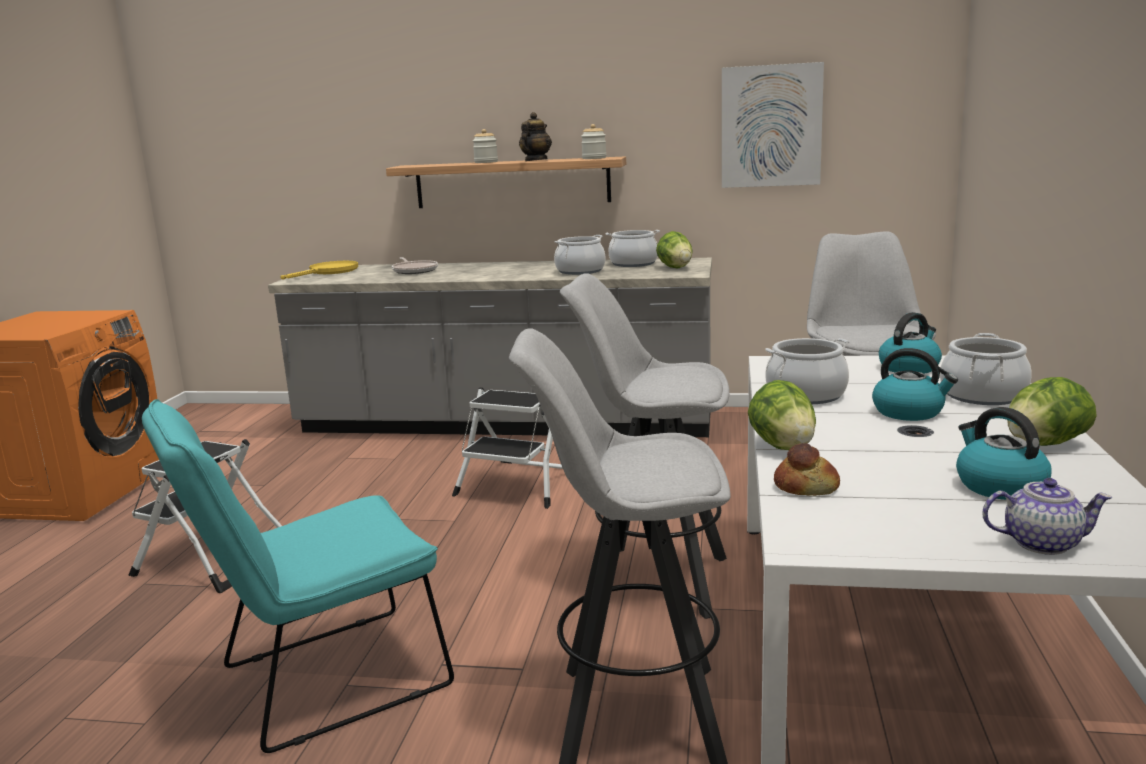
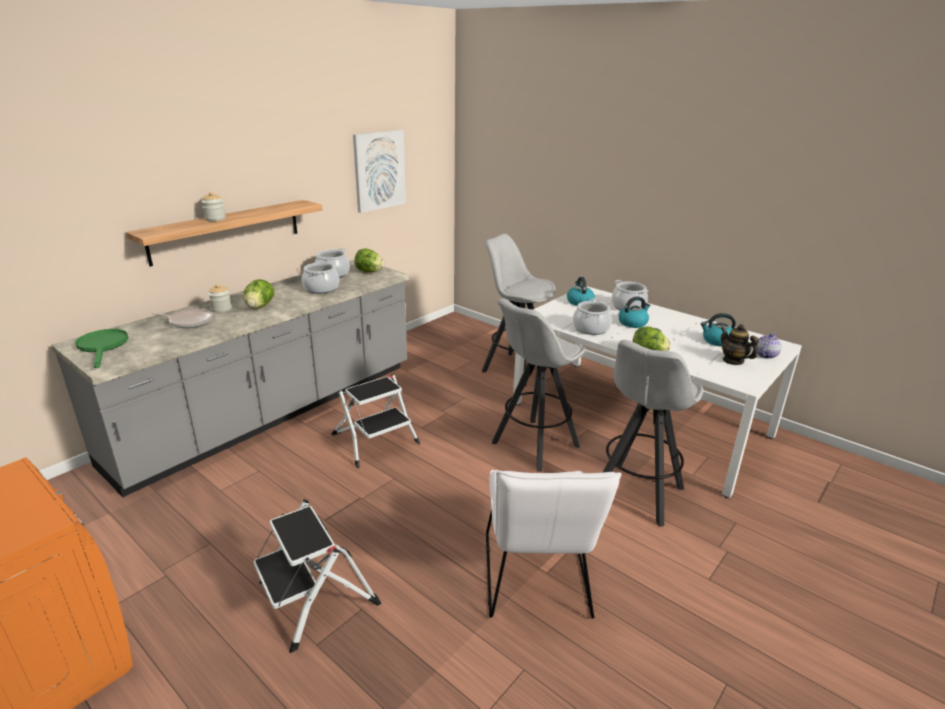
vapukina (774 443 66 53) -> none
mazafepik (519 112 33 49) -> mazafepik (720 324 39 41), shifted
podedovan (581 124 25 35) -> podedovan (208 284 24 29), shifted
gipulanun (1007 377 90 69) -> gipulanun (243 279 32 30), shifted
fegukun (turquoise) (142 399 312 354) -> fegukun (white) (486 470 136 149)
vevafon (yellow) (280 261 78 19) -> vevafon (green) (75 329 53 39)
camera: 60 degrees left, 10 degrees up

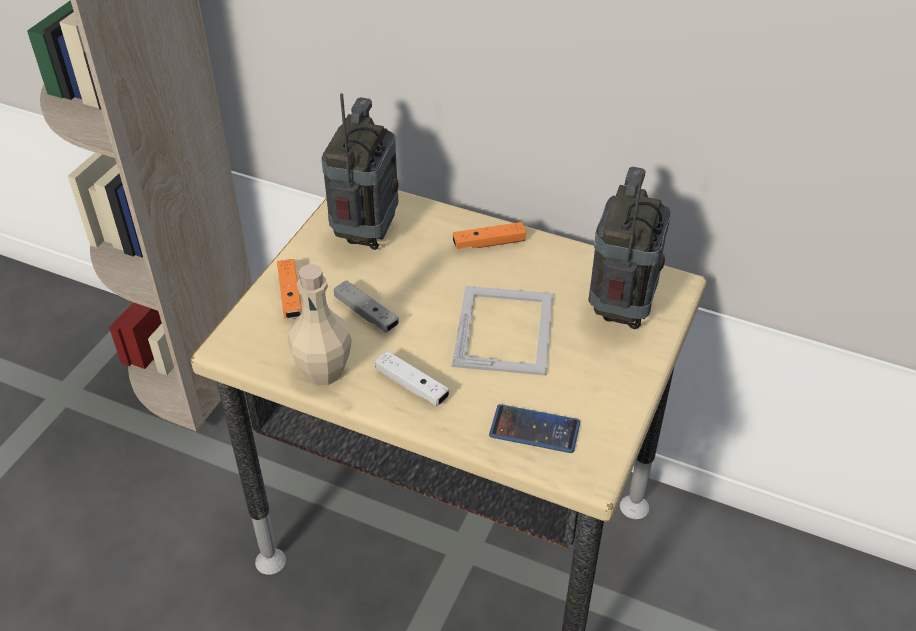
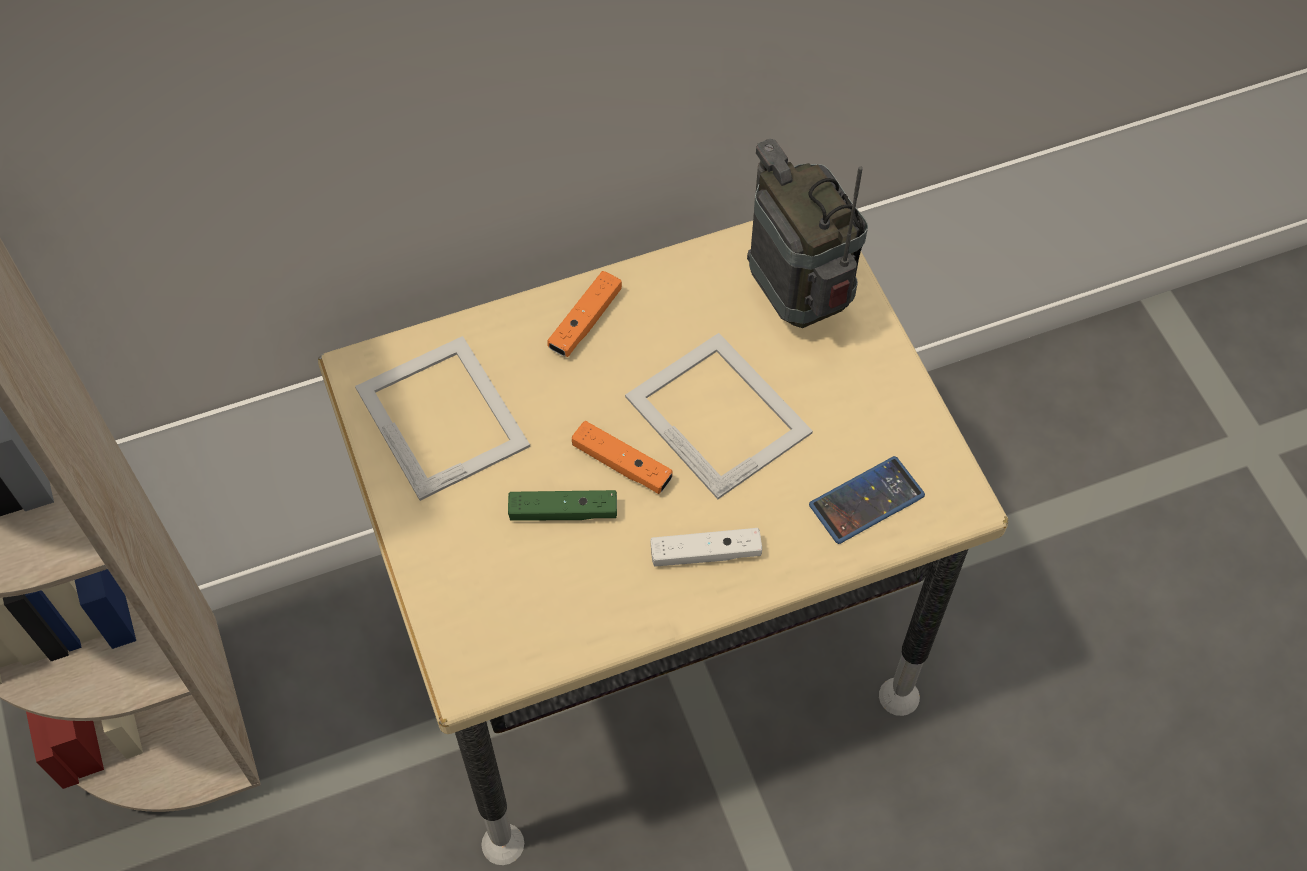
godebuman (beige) (288 264 64 121) -> none
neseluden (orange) (277 259 25 60) -> neseluden (orange) (572 421 101 73), shifted
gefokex (321 94 78 156) -> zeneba (355 336 175 165)
neseluden (grey) (334 280 65 53) -> neseluden (green) (508 490 109 31)
camera: 45 degrees left, 15 degrees up

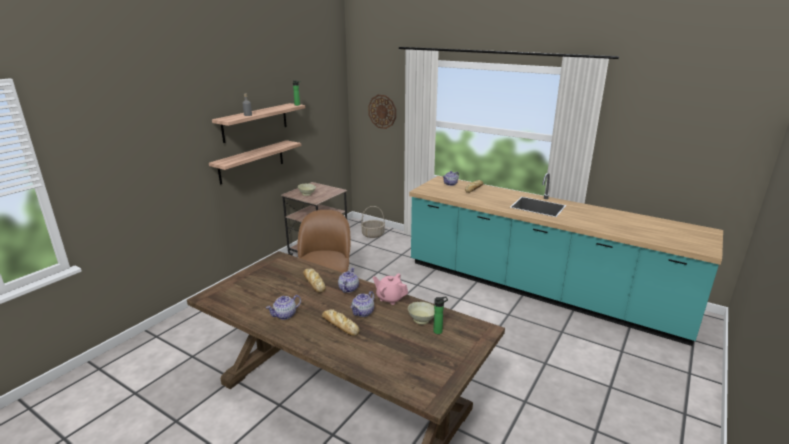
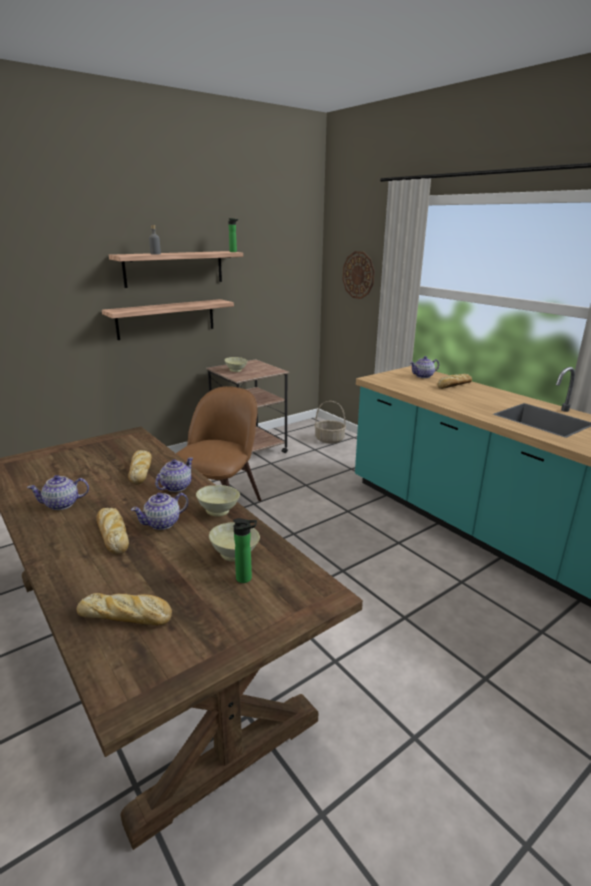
none -> vapukina (77 593 95 33)
mazafepik (pink) (373 274 35 31) -> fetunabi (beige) (196 485 44 32)
camera: 20 degrees right, 0 degrees up

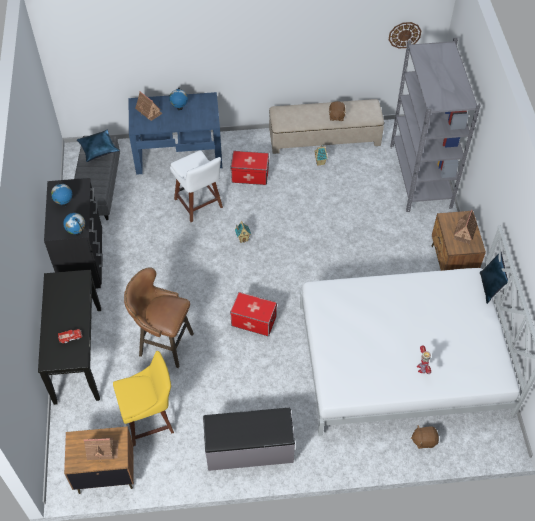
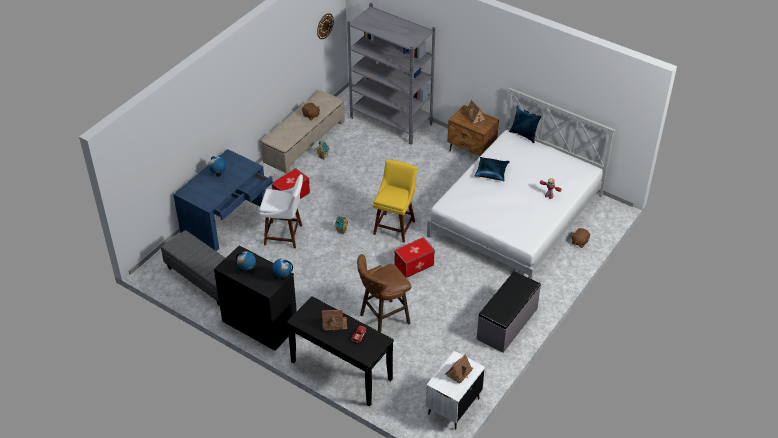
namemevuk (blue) (77 130 42 32) -> namemevuk (blue) (474 157 36 24), shifted
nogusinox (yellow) (113 351 61 95) -> nogusinox (yellow) (373 160 44 83), shifted
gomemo (135 91 28 30) -> gomemo (322 309 25 21), shifted
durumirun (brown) (64 426 70 68) -> durumirun (white) (426 351 59 79)
camera: 50 degrees left, 10 degrees down

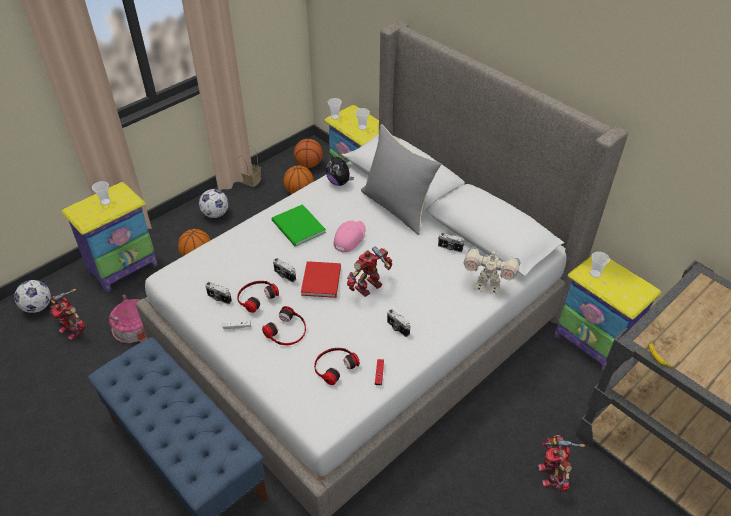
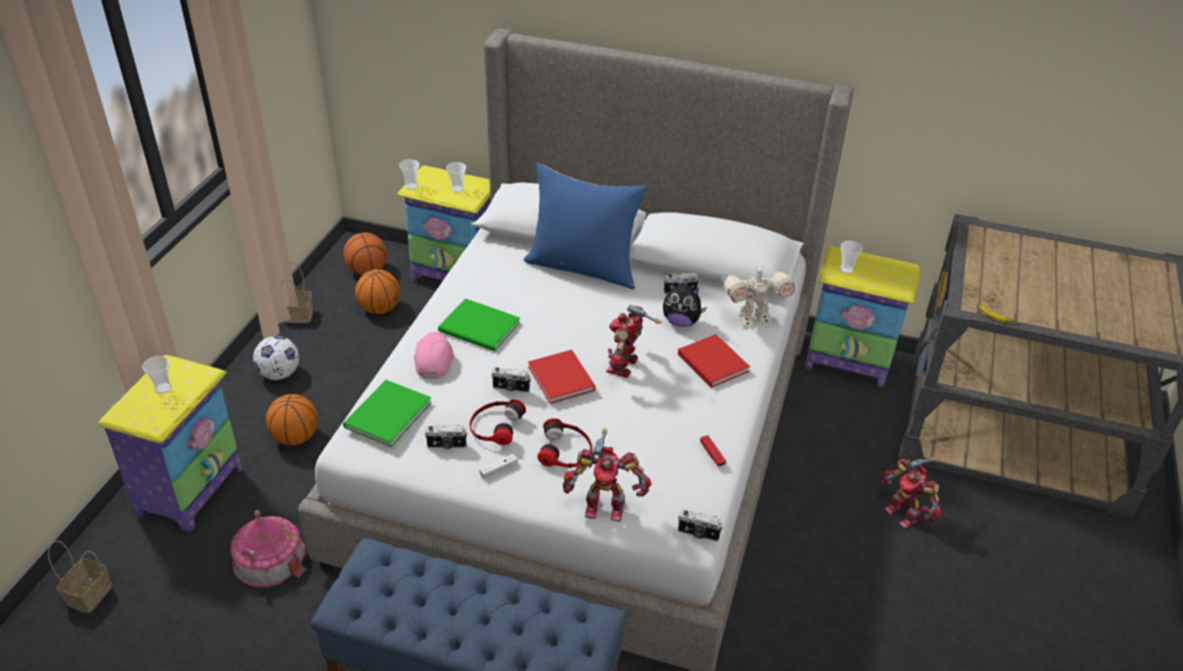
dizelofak (314 348 46 37) -> none
none -> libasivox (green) (343 380 89 67)
none -> libasivox (red) (678 334 72 54)
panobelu (50 289 36 51) -> panobelu (563 428 89 94), shifted
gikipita (326 153 28 33) -> gikipita (663 283 44 44), shifted
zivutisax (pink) (333 220 33 32) -> zivutisax (pink) (414 332 40 47), shifted
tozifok (387 309 23 28) -> tozifok (678 510 45 32), shifted
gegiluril (14 280 37 33) -> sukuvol (48 541 64 72)
namemevuk (grey) (361 124 80 111) -> namemevuk (blue) (524 162 123 127)
camera: 30 degrees left, 5 degrees down

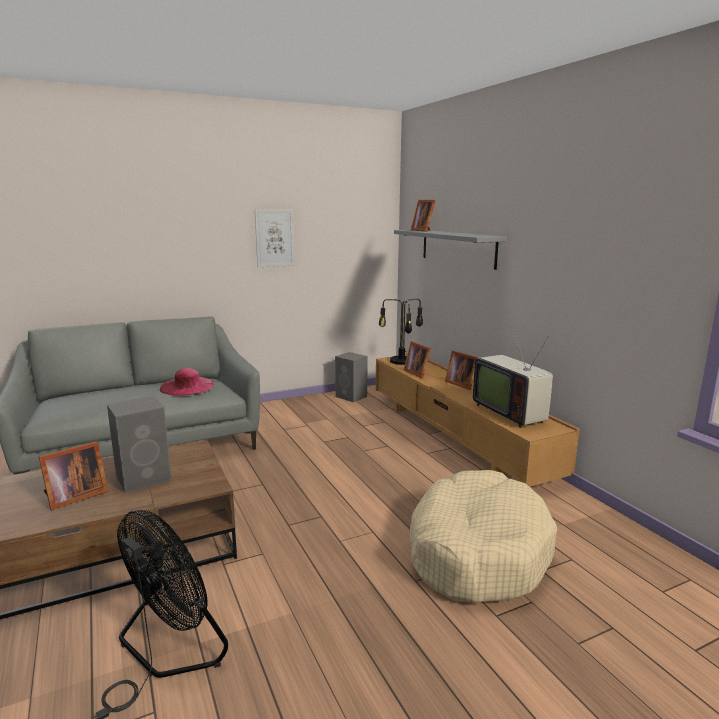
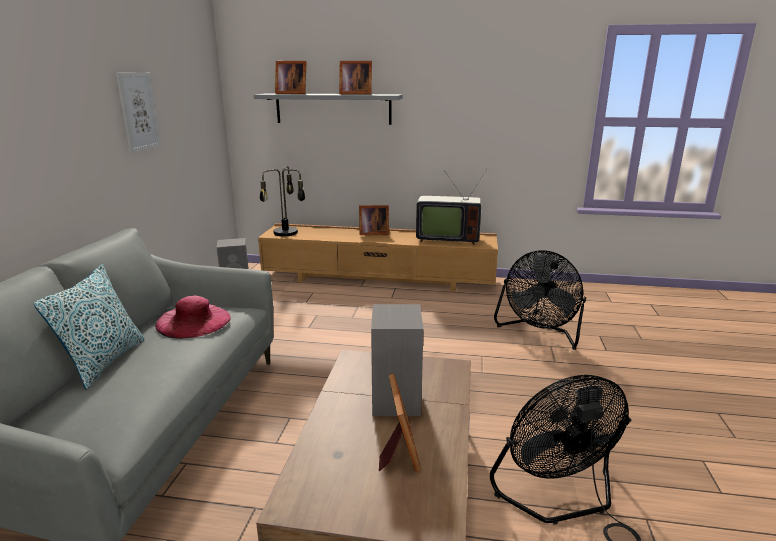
none -> namemevuk (34 264 111 125)
zeneba (404 341 27 37) -> zeneba (339 61 33 34), shifted
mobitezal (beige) (410 470 147 133) -> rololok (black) (494 250 92 100)
camera: 55 degrees left, 5 degrees up

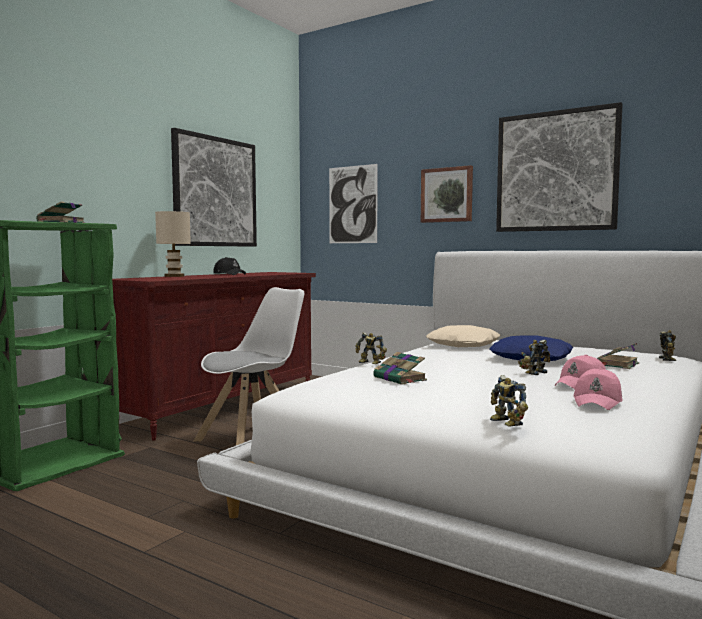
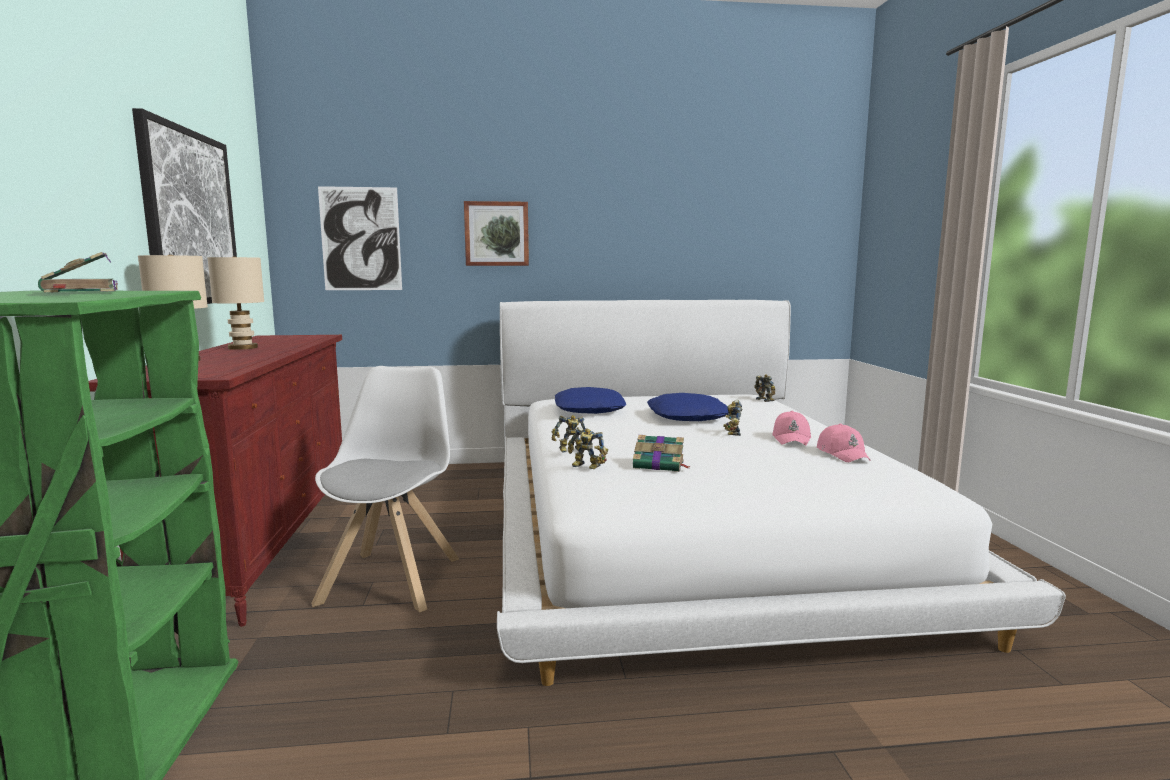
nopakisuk (496 102 126 130) -> none
libasivox (597 343 42 26) -> none
panobelu (490 375 38 52) -> panobelu (568 427 40 42), shifted
zivutisax (black) (213 257 33 18) -> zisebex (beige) (207 257 57 93)
namemevuk (beige) (426 325 75 22) -> namemevuk (blue) (555 387 71 27)
camera: 40 degrees left, 5 degrees up

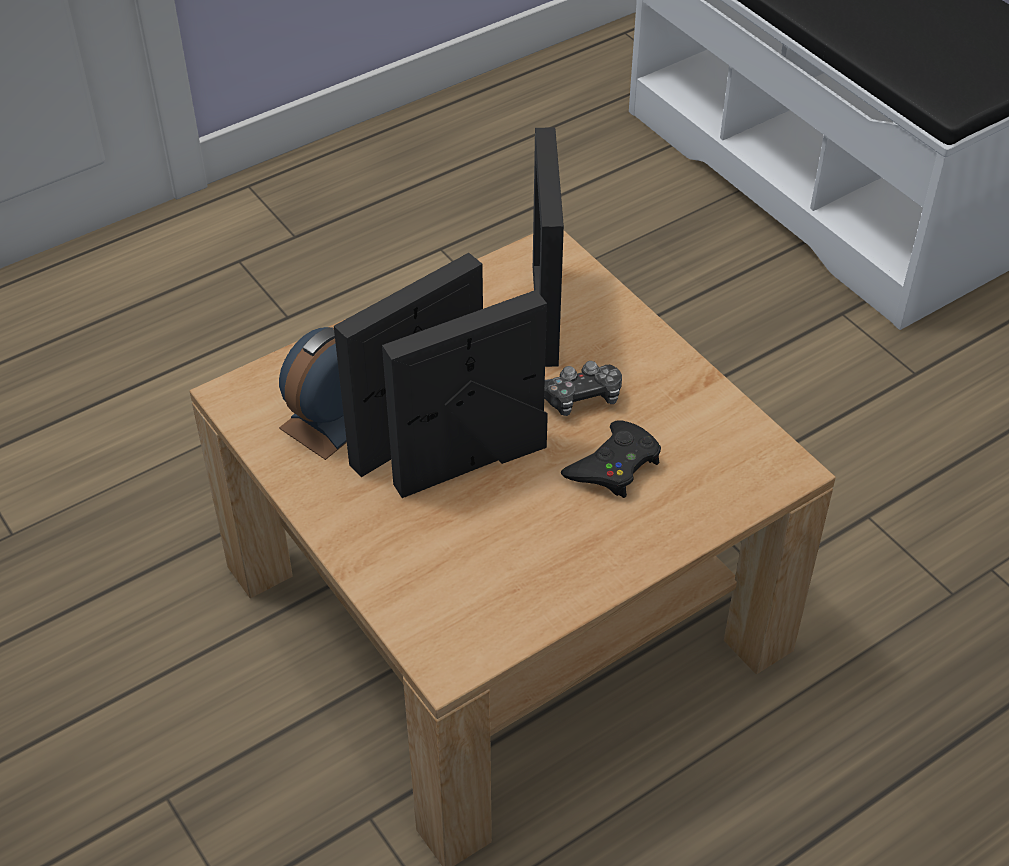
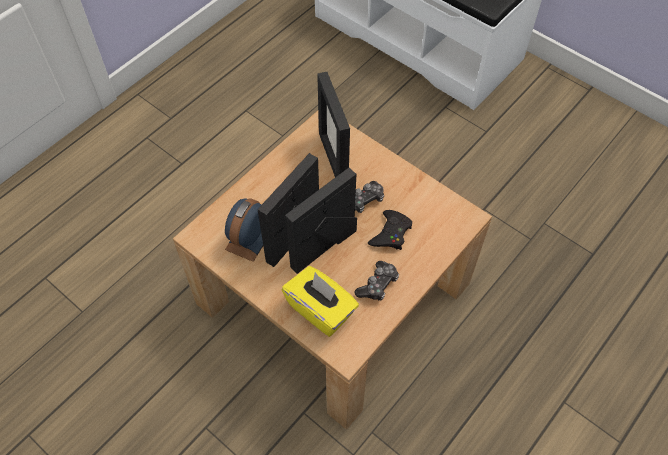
none -> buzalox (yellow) (282 266 77 71)
none -> neseluden (354 261 45 39)
camera: 15 degrees left, 10 degrees up

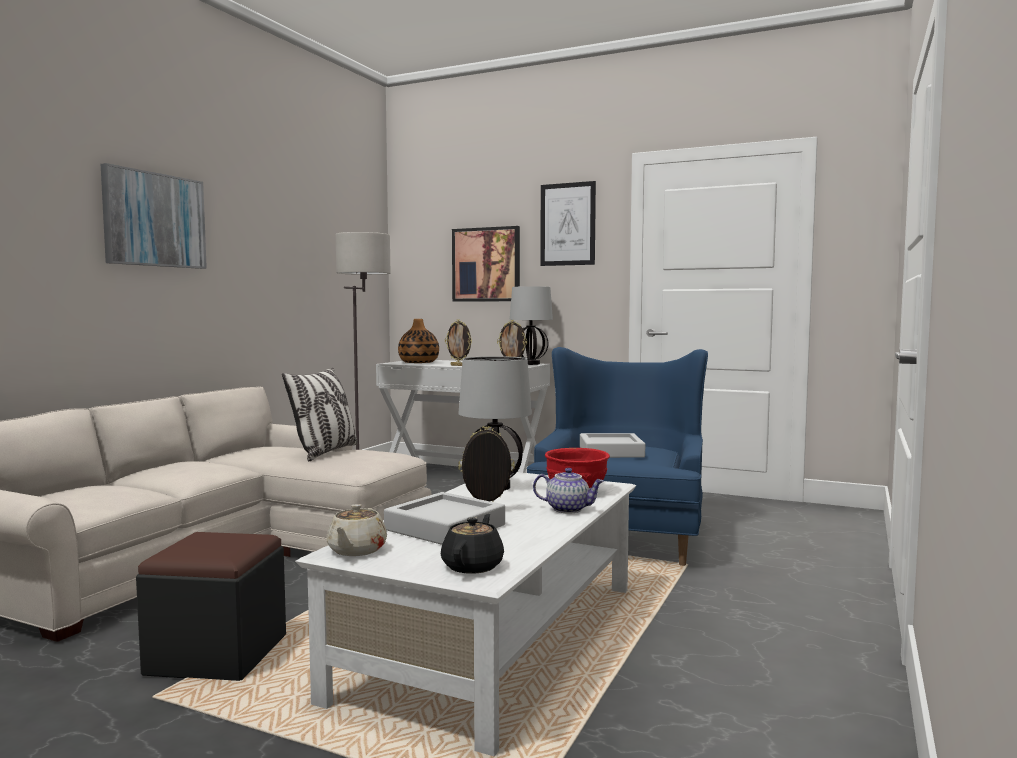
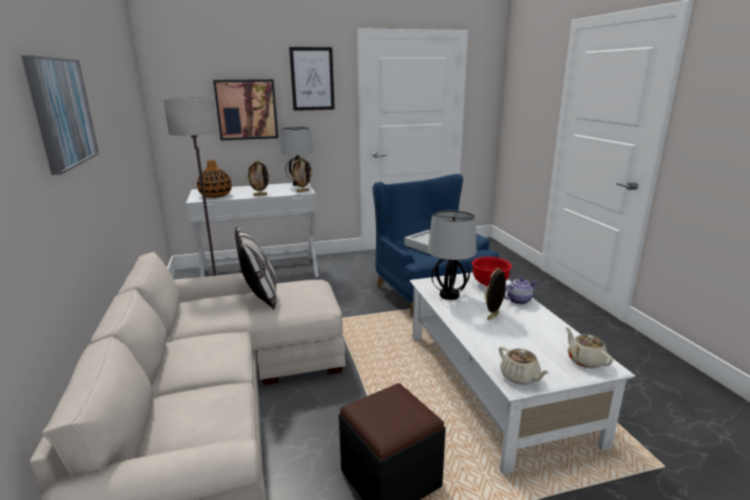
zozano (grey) (384 492 121 53) -> none
mazafepik (black) (441 514 63 60) -> mazafepik (beige) (565 327 48 41)
camera: 40 degrees left, 15 degrees up

